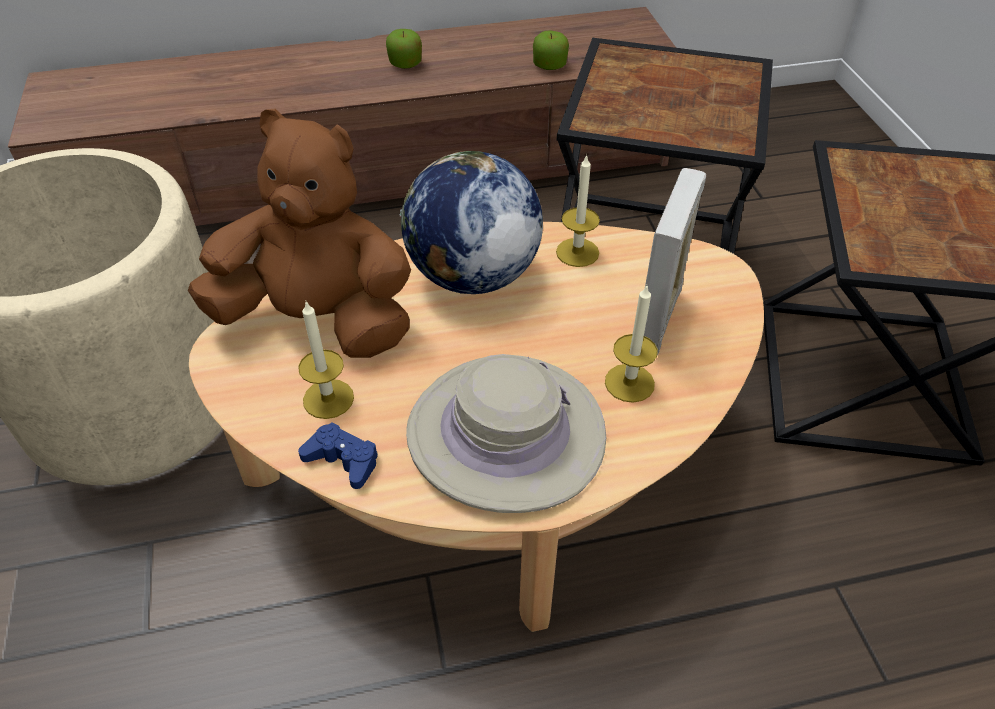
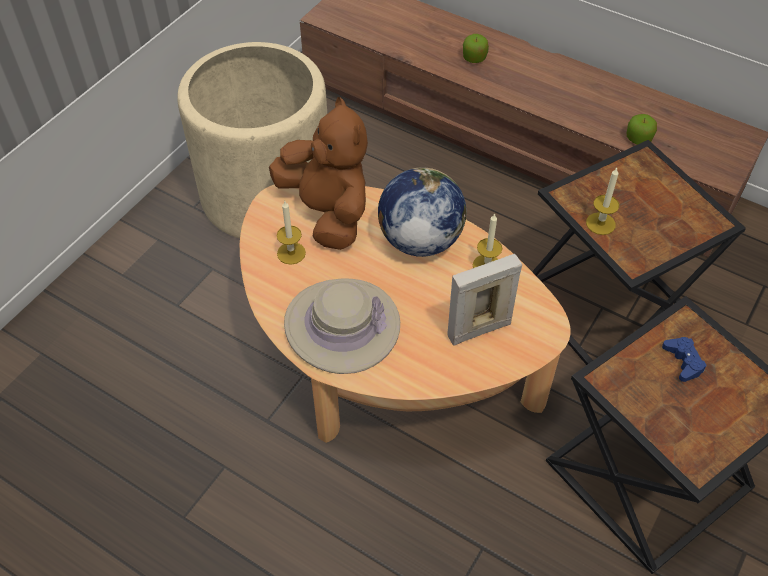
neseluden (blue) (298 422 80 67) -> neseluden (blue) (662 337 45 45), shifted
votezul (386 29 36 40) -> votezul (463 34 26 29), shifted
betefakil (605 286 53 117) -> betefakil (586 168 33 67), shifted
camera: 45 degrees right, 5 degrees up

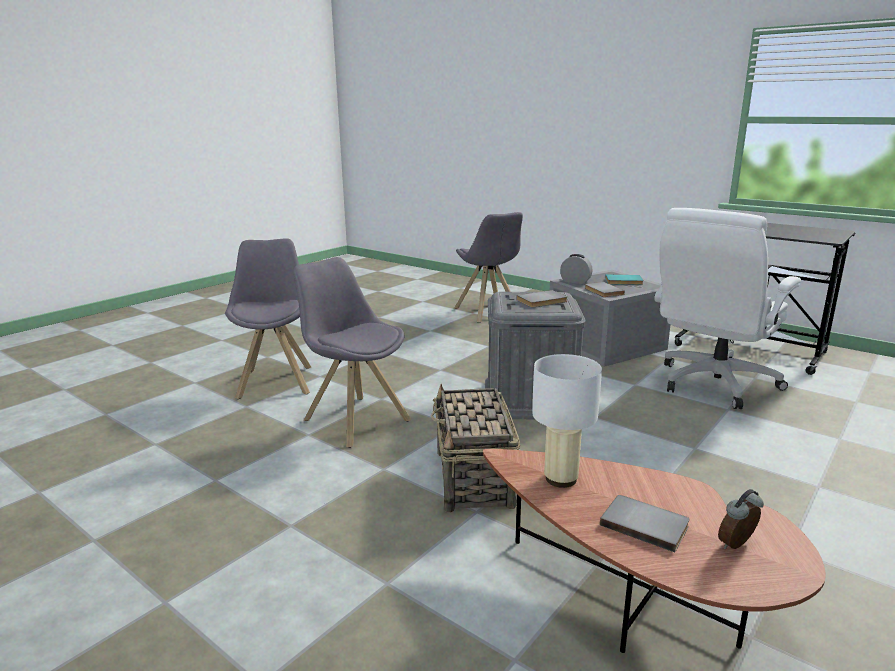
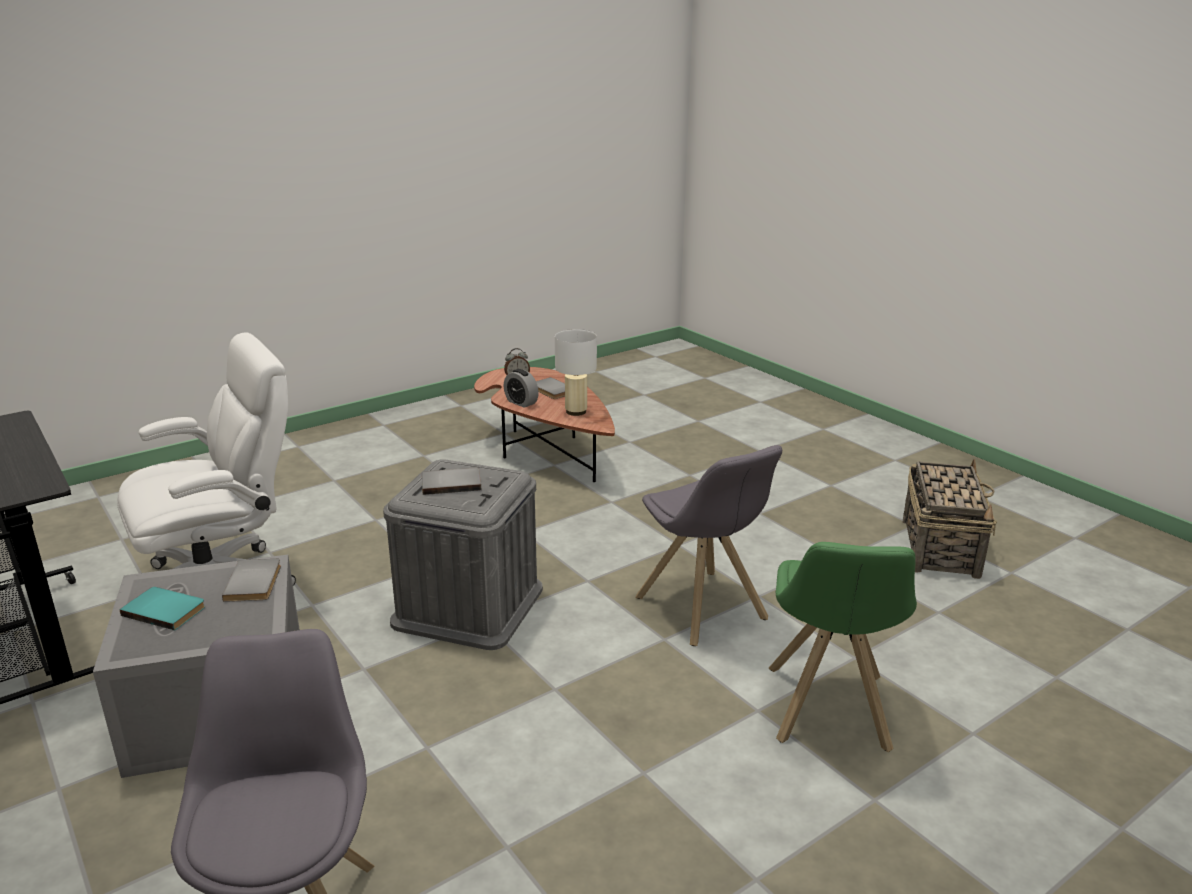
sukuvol (431 384 89 128) -> sukuvol (902 459 95 120), shifted
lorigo (560 254 32 30) -> lorigo (504 369 35 39), shifted
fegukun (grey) (225 238 86 161) -> fegukun (green) (768 542 149 210)
camera: 165 degrees left, 5 degrees up

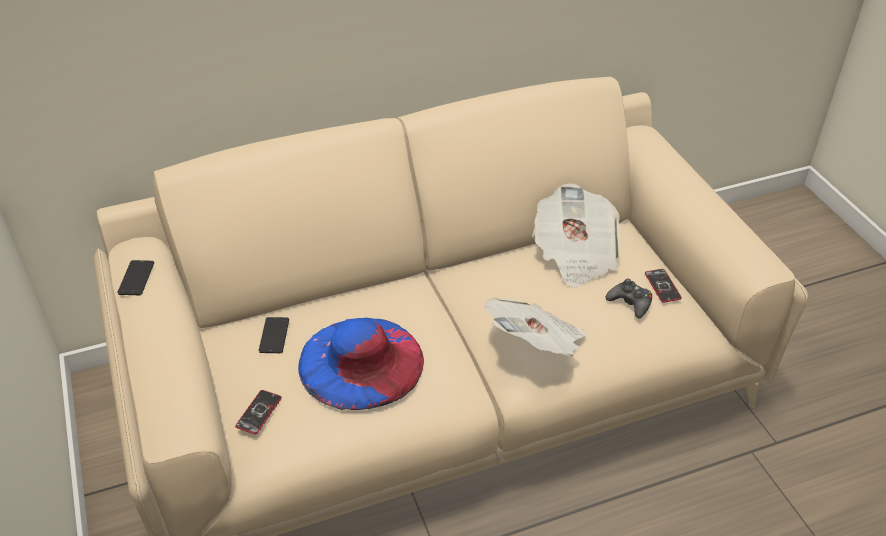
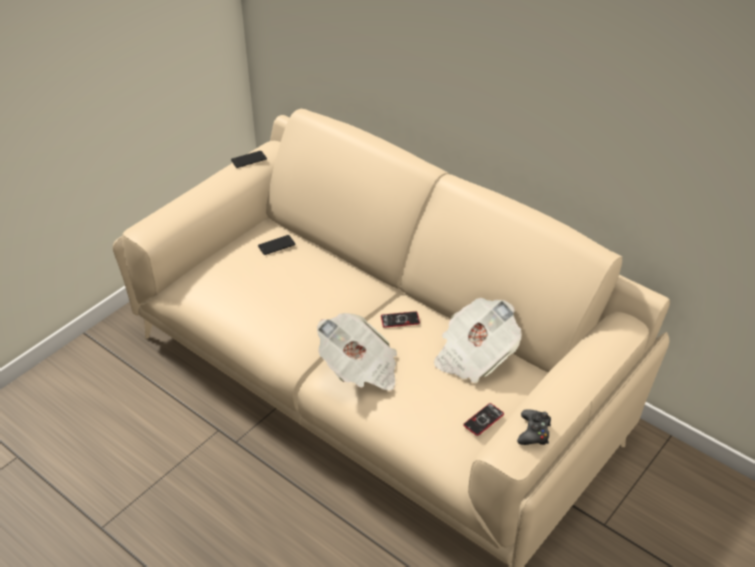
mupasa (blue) (298 318 126 92) -> none
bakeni (235 390 47 44) -> bakeni (381 311 39 17), shifted
neseluden (black) (606 278 46 40) -> neseluden (black) (517 409 34 36), shifted
camera: 60 degrees right, 0 degrees up

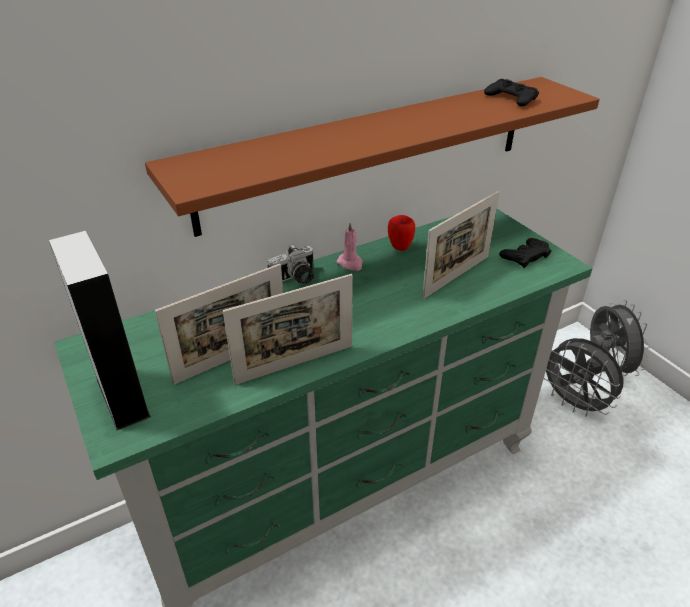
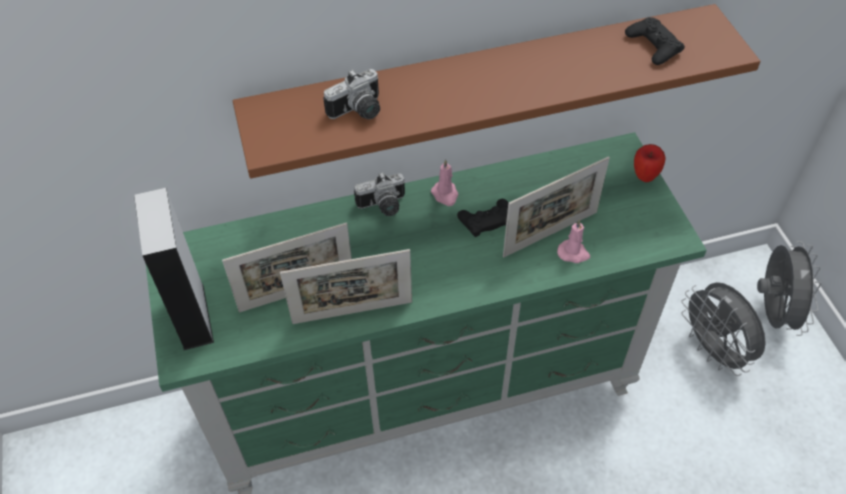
none -> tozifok (323 69 57 50)
none -> betefakil (pink) (557 219 33 44)
votezul (388 215 27 36) -> votezul (634 144 32 38), shifted
neseluden (black) (499 238 52 30) -> neseluden (black) (457 199 52 38), shifted
camera: 15 degrees right, 15 degrees up

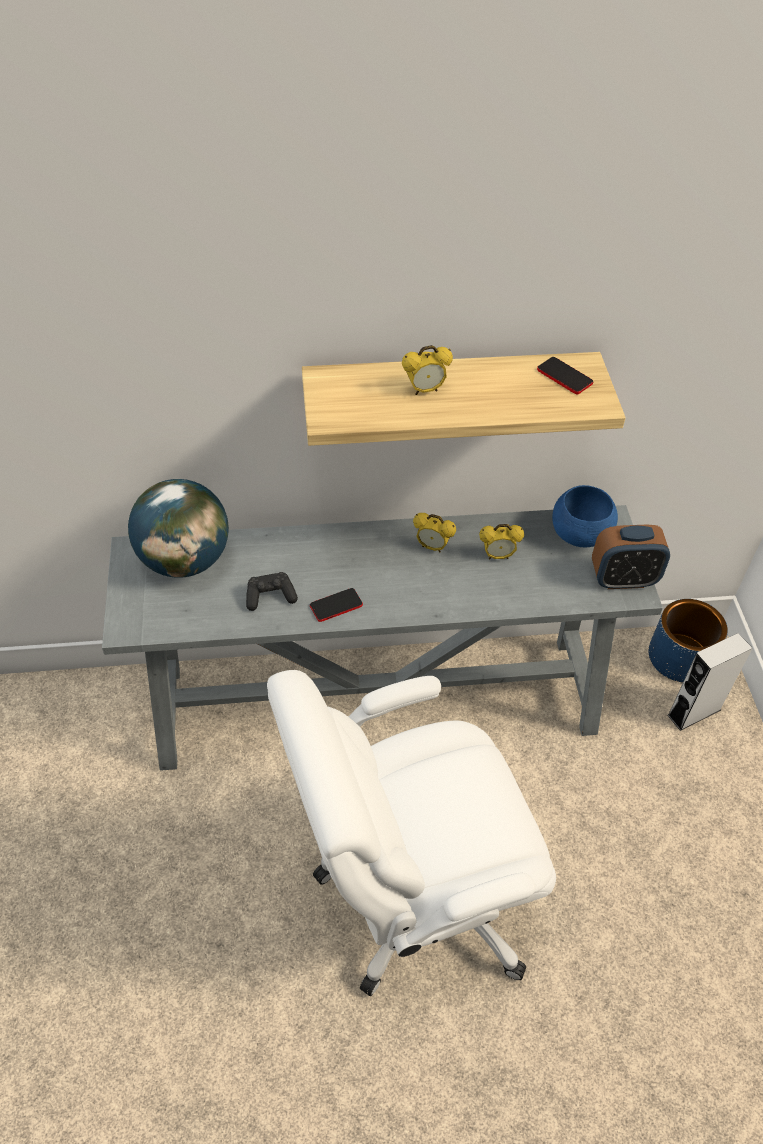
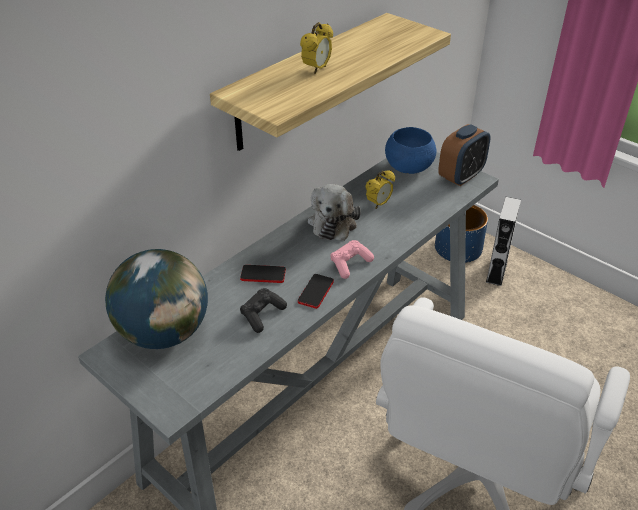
none -> neseluden (pink) (330 240 44 39)
bakeni (537 357 56 38) -> bakeni (240 265 46 18), shifted
lorigo (413 513 43 40) -> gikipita (308 184 53 57)
camera: 40 degrees left, 10 degrees down

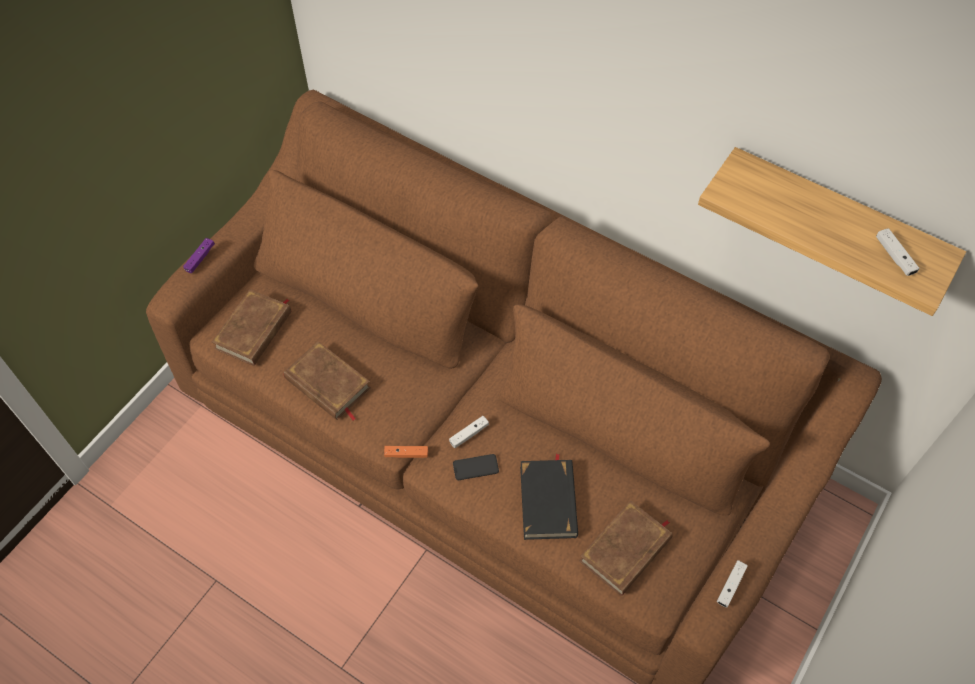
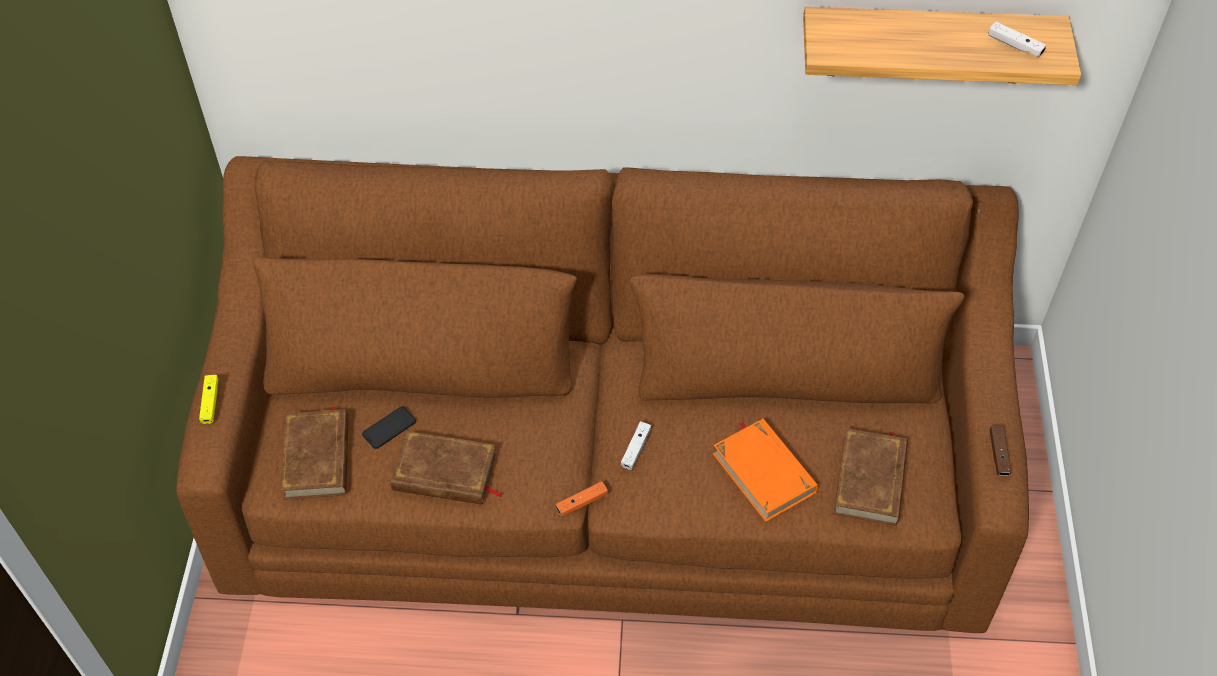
bakeni (453 454 46 26) -> bakeni (362 406 54 43), shifted
neseluden (purple) (183 238 32 35) -> neseluden (yellow) (199 375 20 49)
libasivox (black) (520 454 58 86) -> libasivox (orange) (713 419 105 103)
neseluden (white) (717 560 31 48) -> neseluden (brown) (990 426 21 50)
camera: 30 degrees left, 5 degrees down

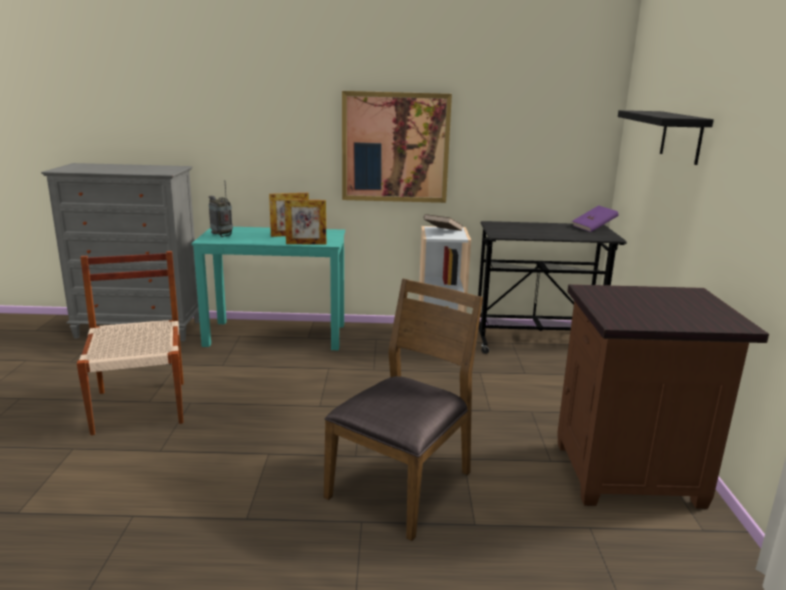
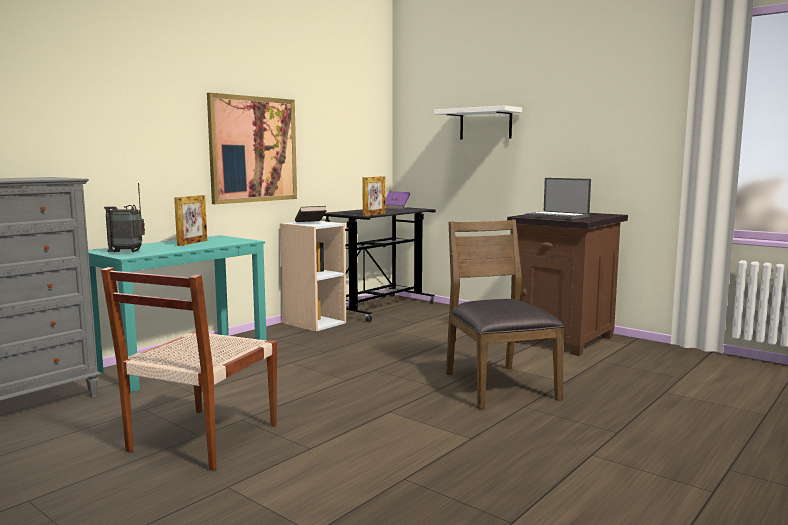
none -> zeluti (525 178 66 42)
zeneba (285 199 41 46) -> zeneba (362 176 24 40), shifted
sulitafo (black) (618 110 96 55) -> sulitafo (white) (434 105 88 34)
fegukun (77 251 107 184) -> fegukun (101 267 176 204), 90 degrees counterclockwise
camera: 50 degrees left, 10 degrees down

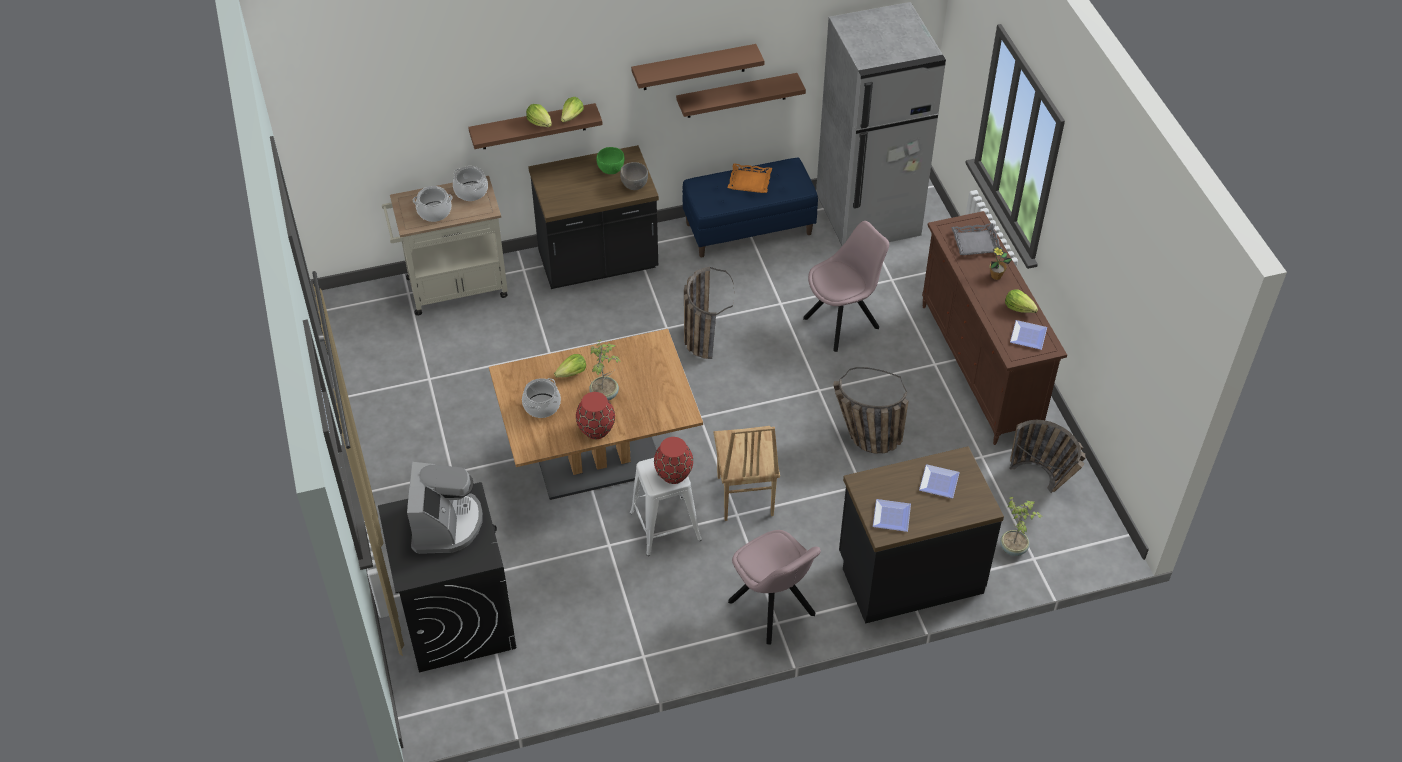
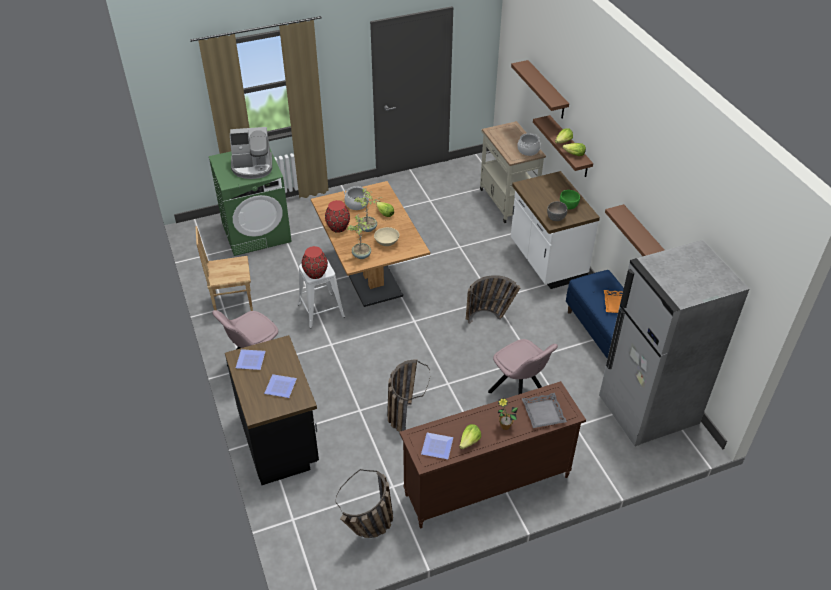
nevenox (413 186 39 36) -> none
none -> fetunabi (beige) (374 227 25 19)
sulitafo (brown) (631 44 133 46) -> sulitafo (brown) (511 60 58 59), shifted
fegukun (brown) (714 426 66 95) -> fegukun (brown) (196 226 57 85), shifted
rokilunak (1000 497 41 59) -> rokilunak (347 214 29 45), shifted
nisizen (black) (378 482 138 190) -> nisizen (green) (209 149 83 107)
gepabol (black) (528 145 131 144) -> gepabol (white) (511 171 89 118)
camera: 85 degrees right, 5 degrees down

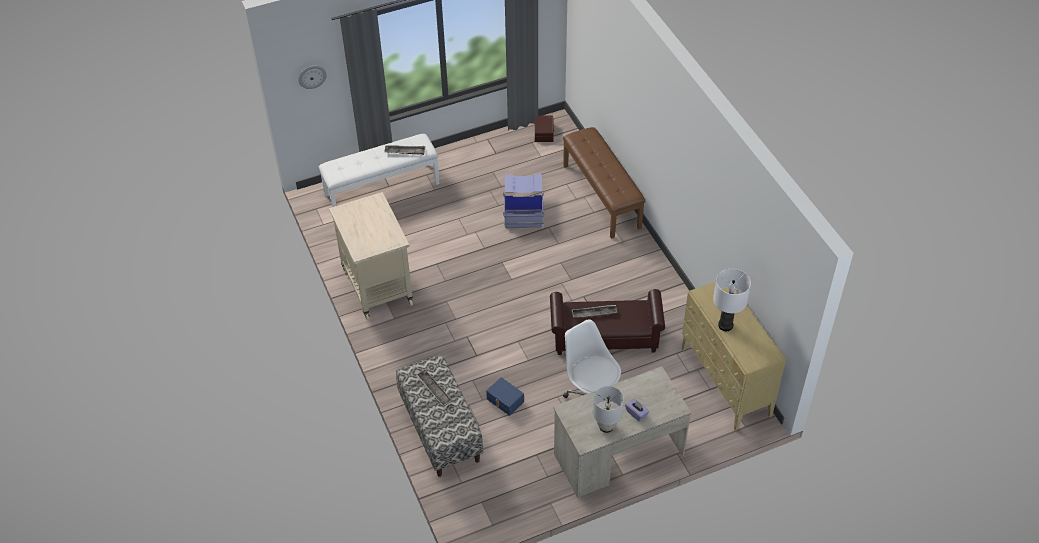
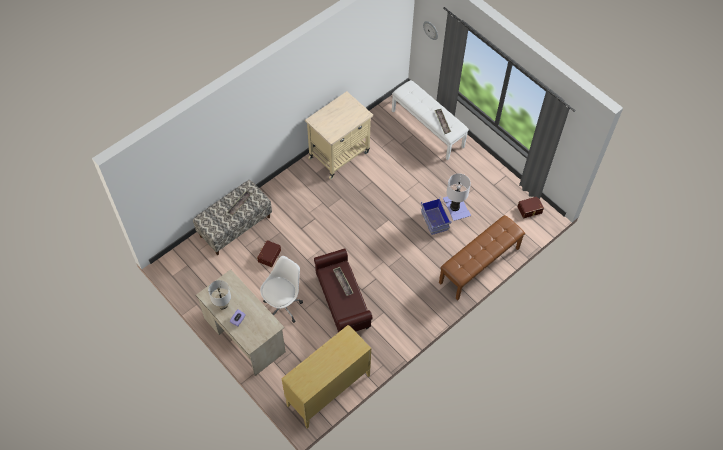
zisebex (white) (713 269 38 62) -> zisebex (white) (447 173 24 38), shifted
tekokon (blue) (486 377 38 39) -> tekokon (brown) (257 240 24 27)
camera: 70 degrees right, 10 degrees up

